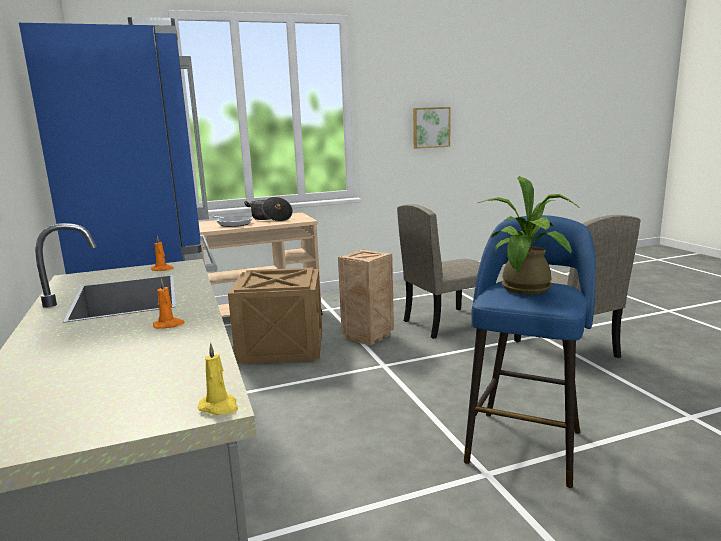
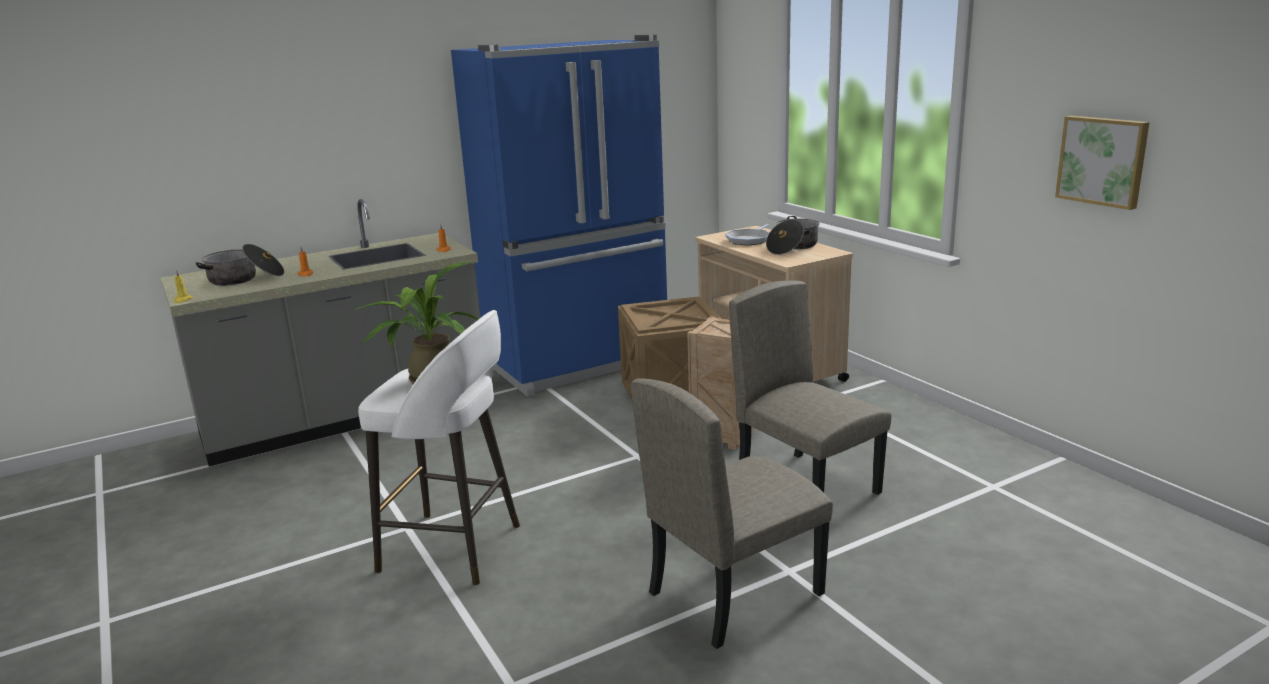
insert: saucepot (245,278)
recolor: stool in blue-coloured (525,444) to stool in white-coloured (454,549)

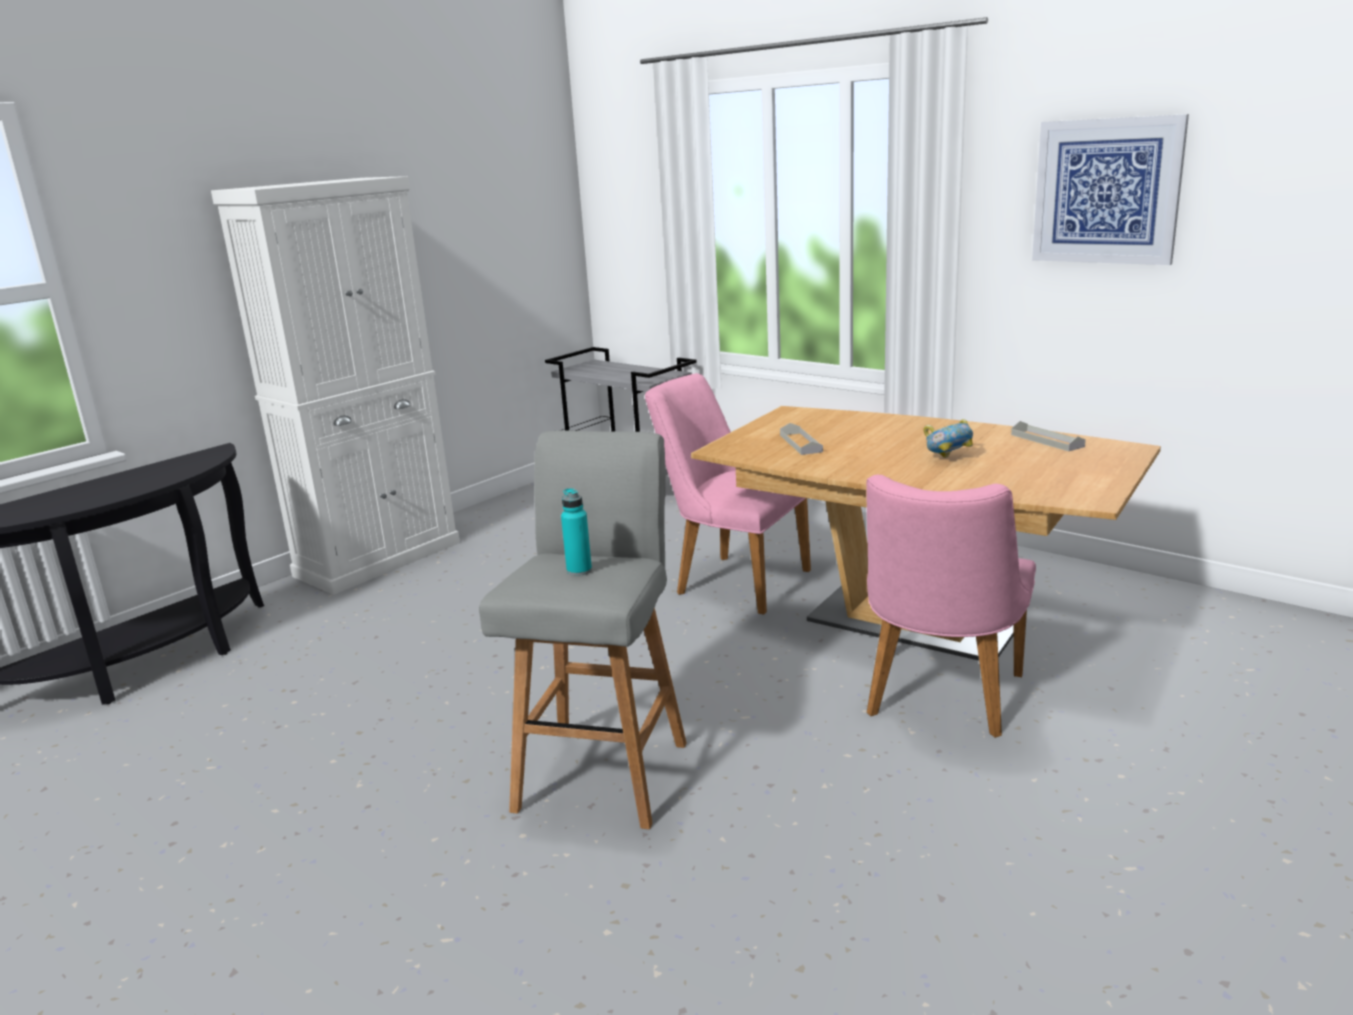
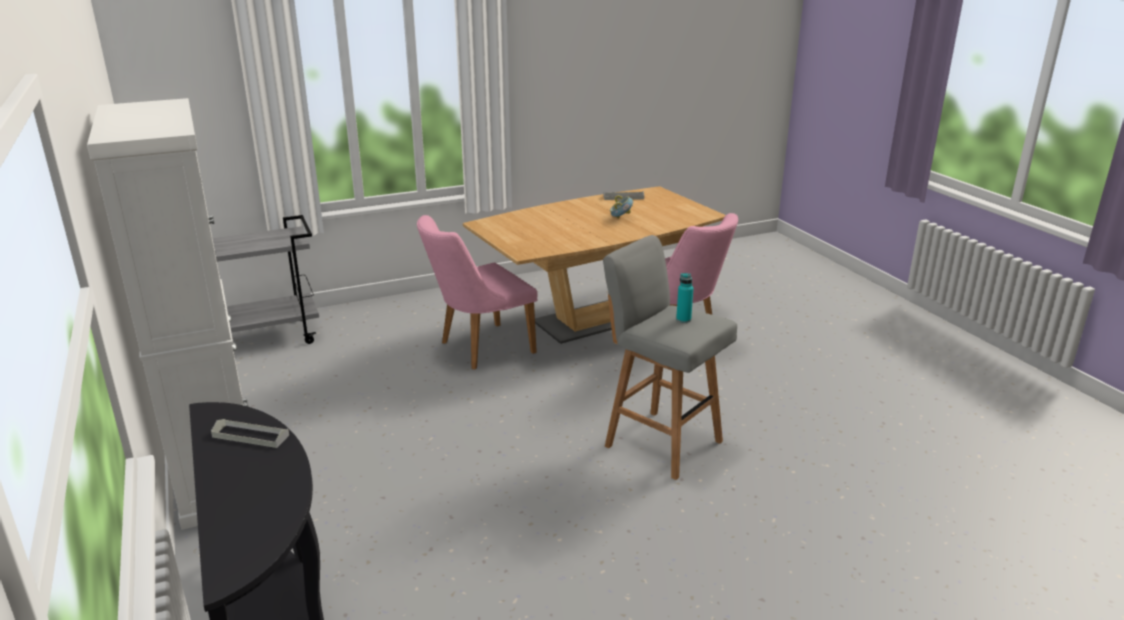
delete: picture (1106,191)
move: serving tray in gray (800,443) to (250,436)

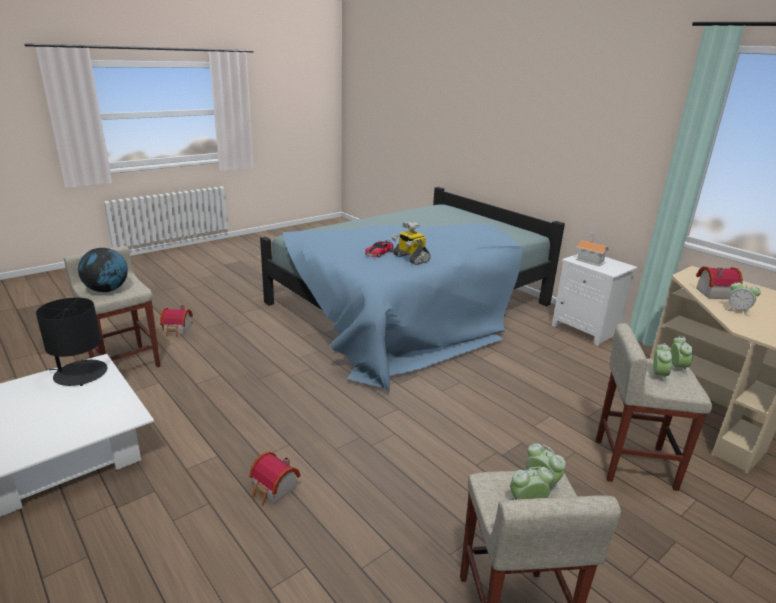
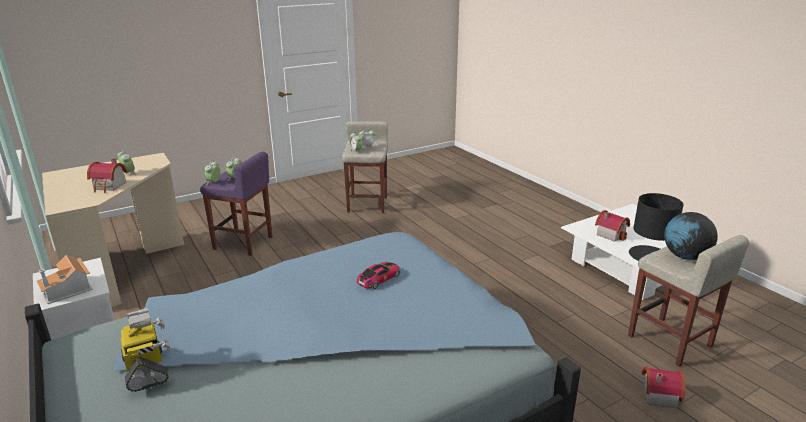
move: model house (274,490) to (611,234); toy robot (410,258) to (147,370)
recolor: stool in sand-coloured (633,463) to stool in purple (244,243)

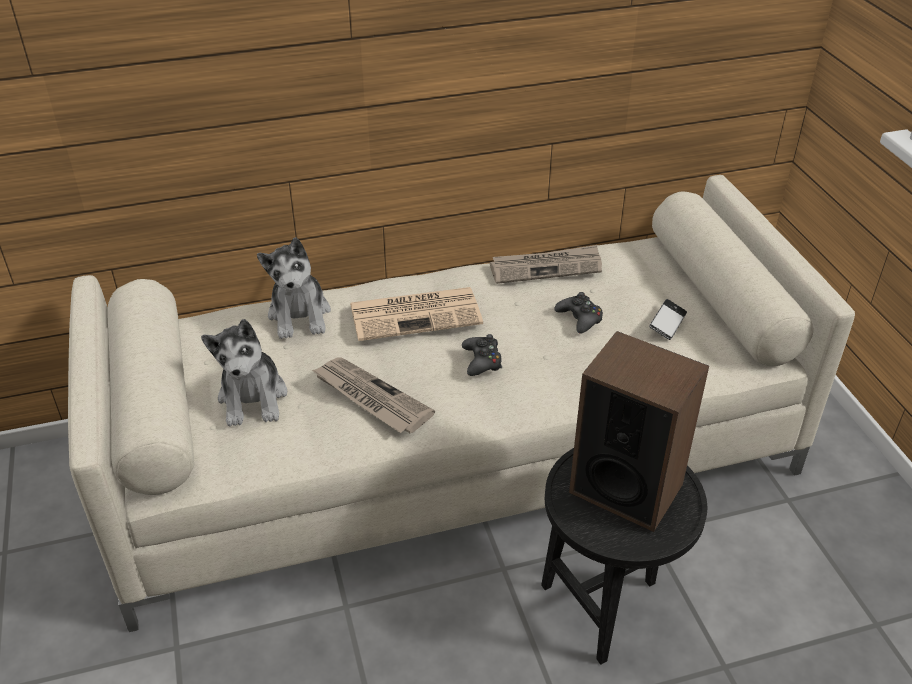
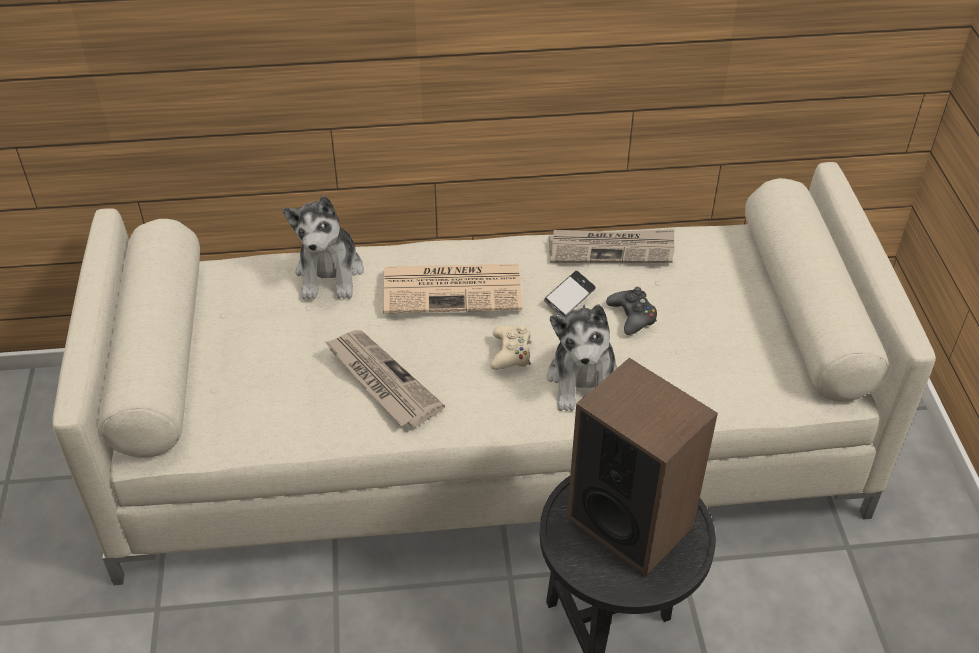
move: plush toy (253,397) to (584,380); phone (667,323) to (569,298)
recolor: joypad in black-coloured (482,361) to joypad in sand-coloured (511,353)

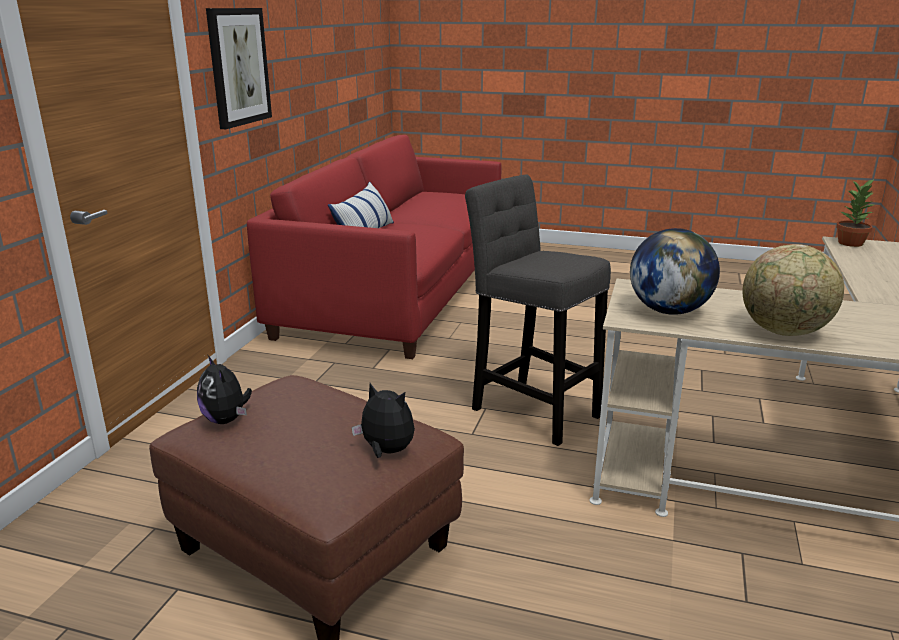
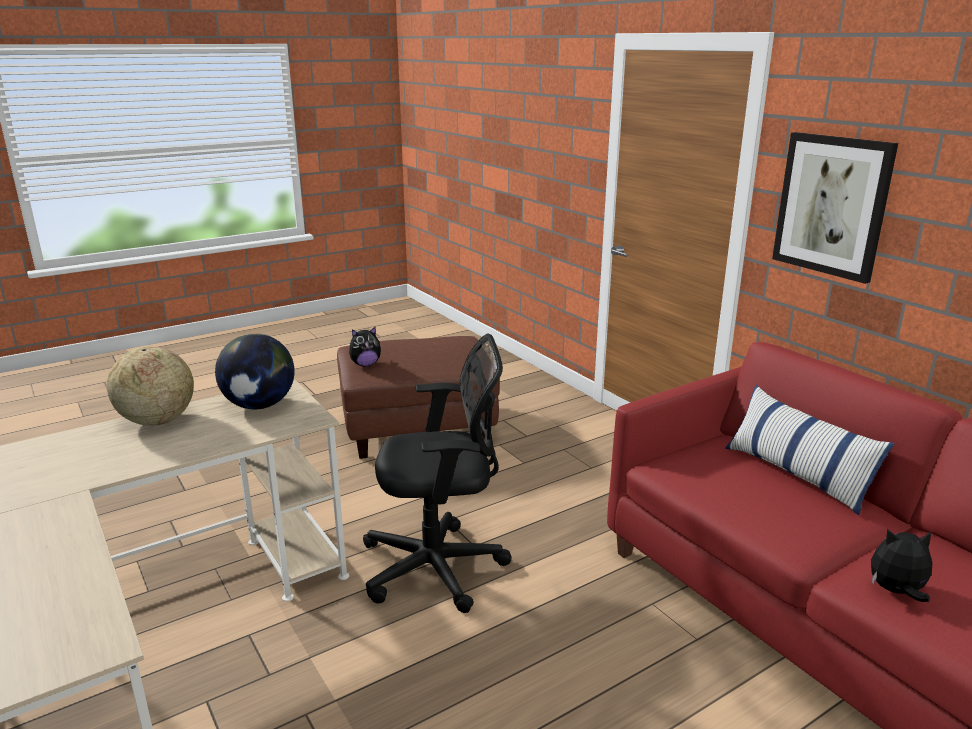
delete: houseplant (851,243)
move: plush toy (227,420) to (896,592)
replace: stool in gray (531,409) to desk chair in black-coloured (439,568)

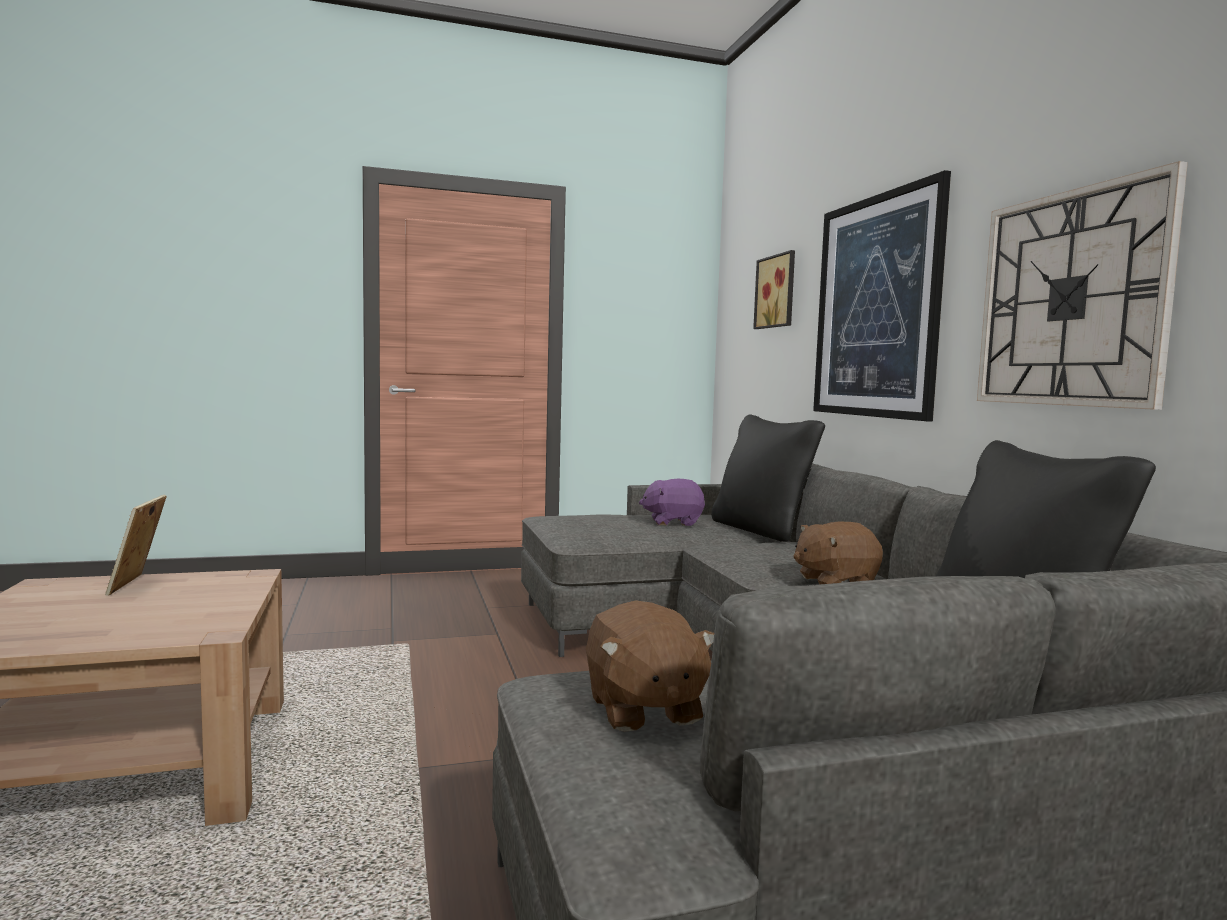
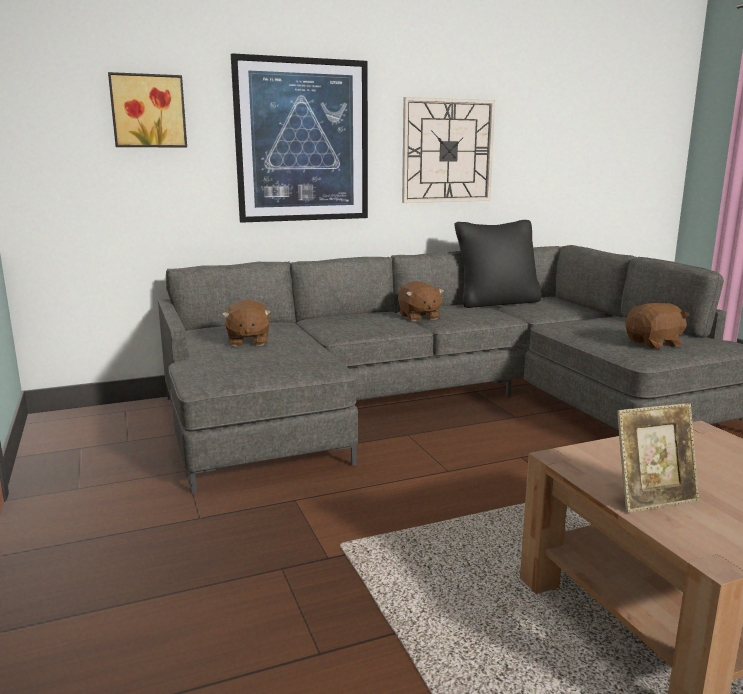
delete: throw pillow in black-coloured (761,530)
recolor: plush toy in purple (673,522) to plush toy in brownish (248,341)

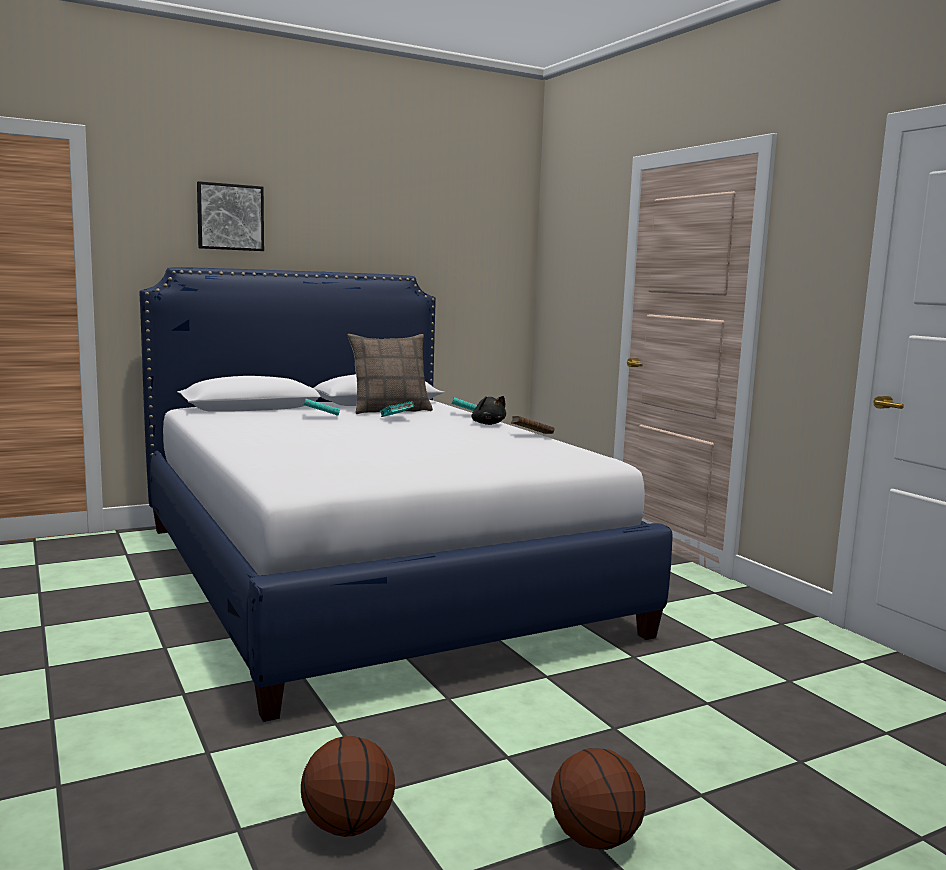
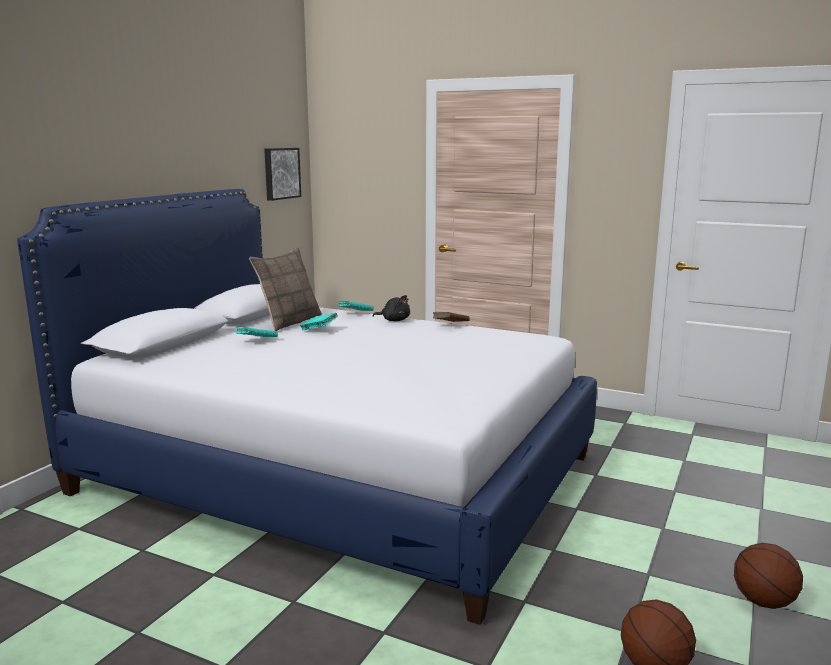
move: picture (230,217) to (281,173)

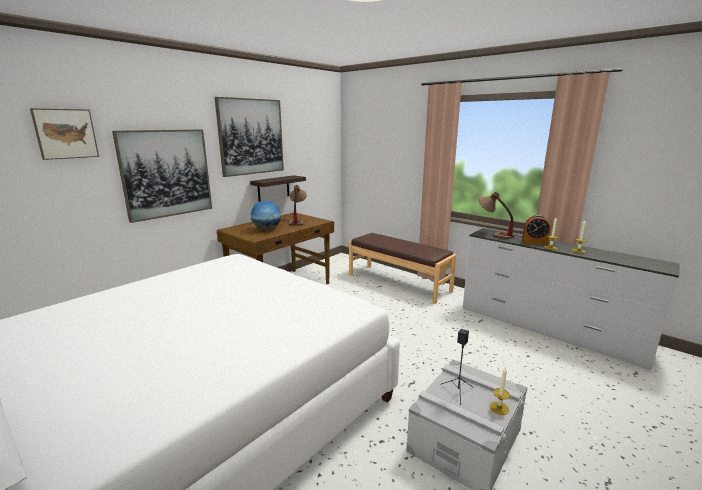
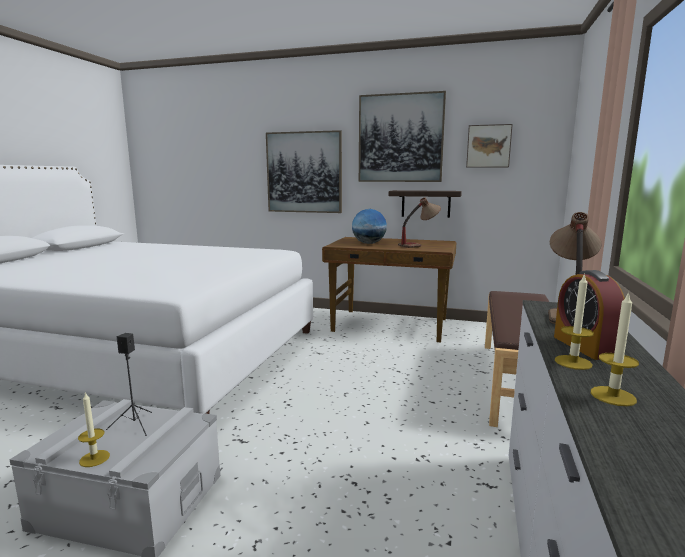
move: picture (65,133) to (488,146)

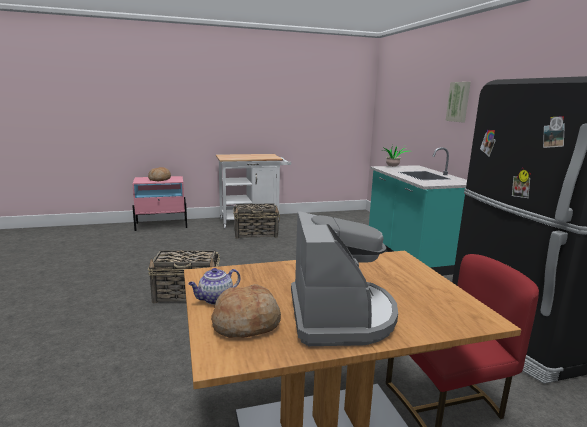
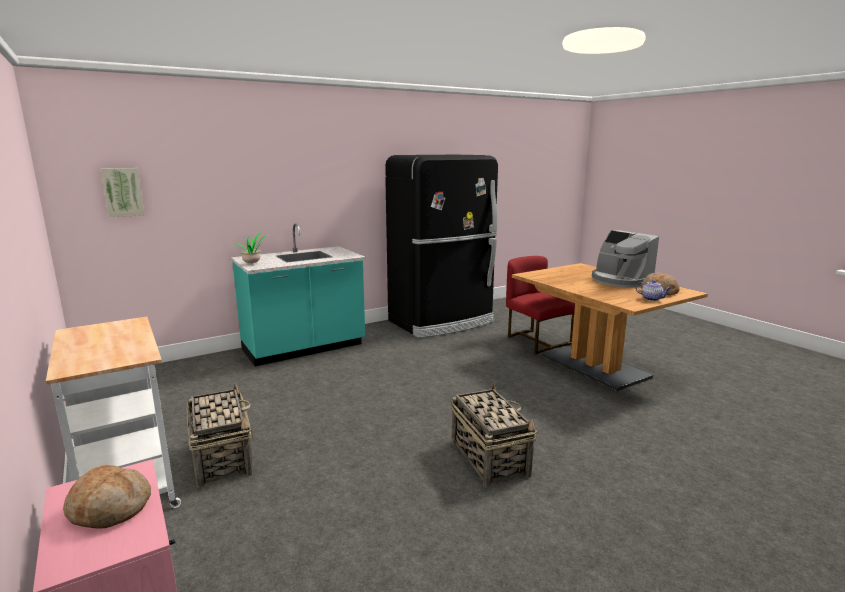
move: picture (459,102) to (123,192)
rotate: coffee brewer (340,315) = (620,280) 105 degrees counterclockwise

